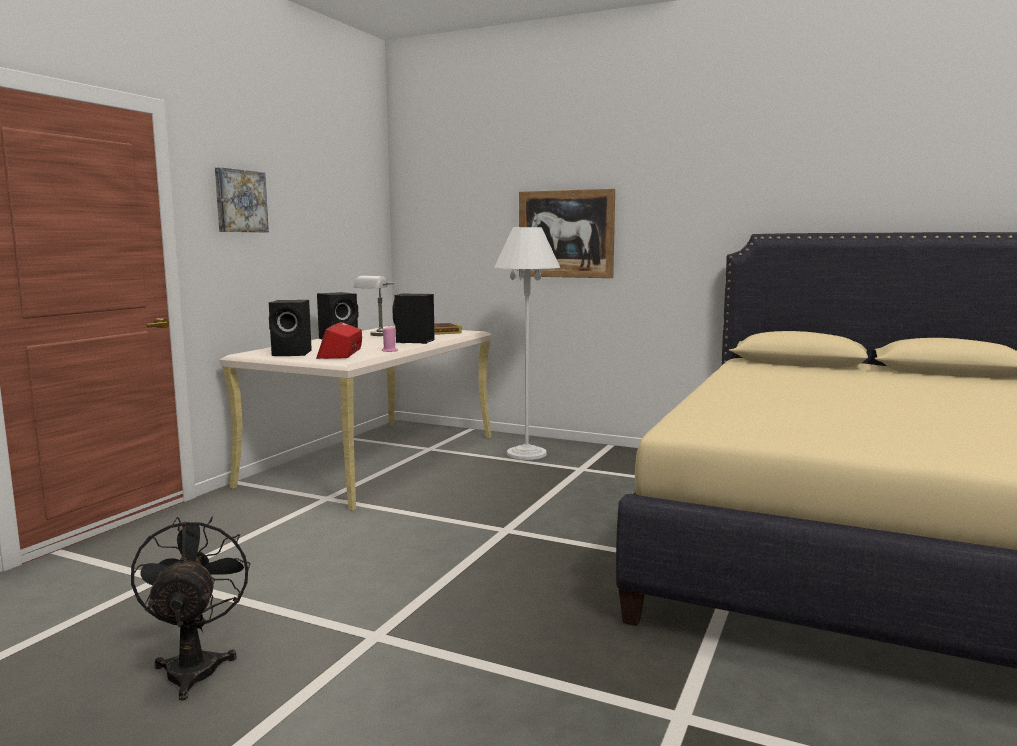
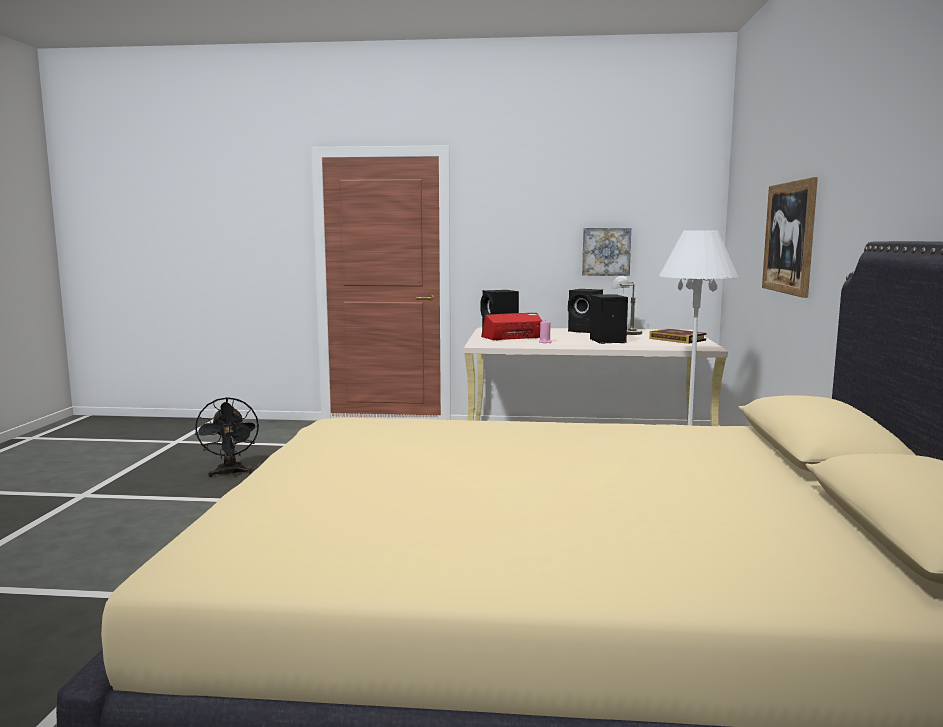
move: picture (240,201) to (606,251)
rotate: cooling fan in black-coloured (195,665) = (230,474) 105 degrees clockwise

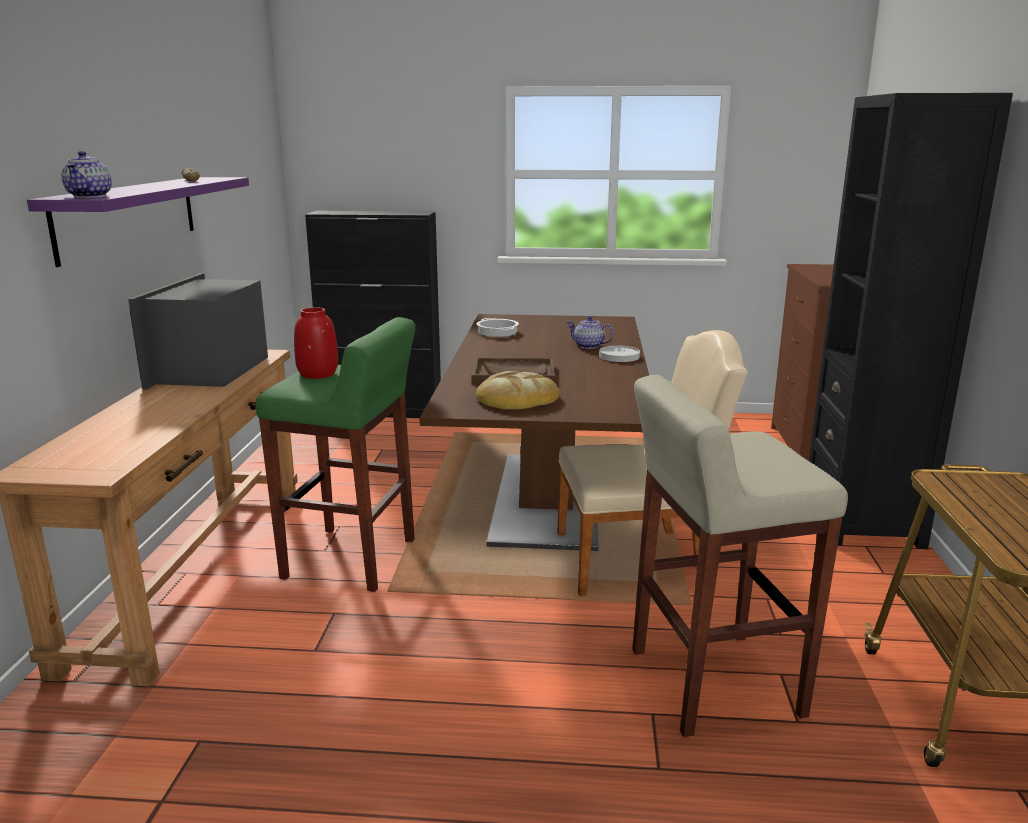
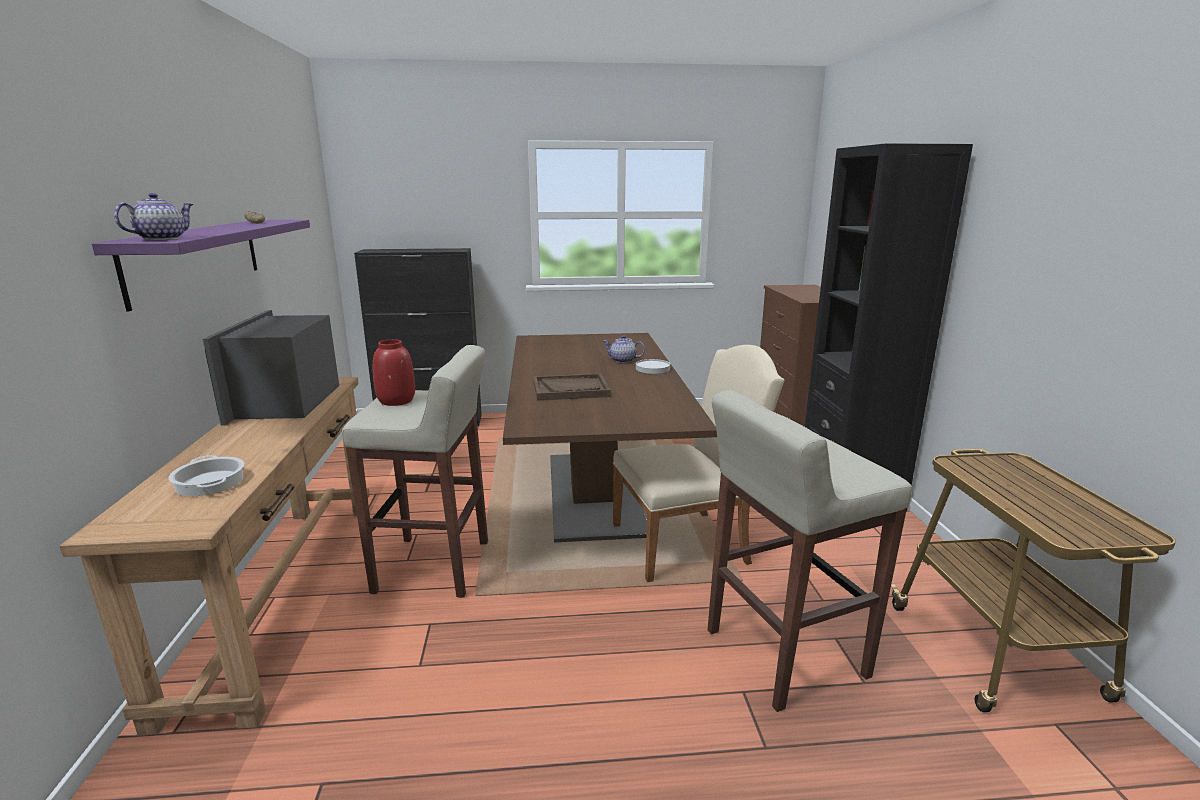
delete: bakery bread (516,398)
move: saucepot (498,332) to (211,482)
recolor: stool in green-coloured (352,559) to stool in sand-coloured (435,567)
rotate: teapot (90,196) = (162,239) 135 degrees counterclockwise

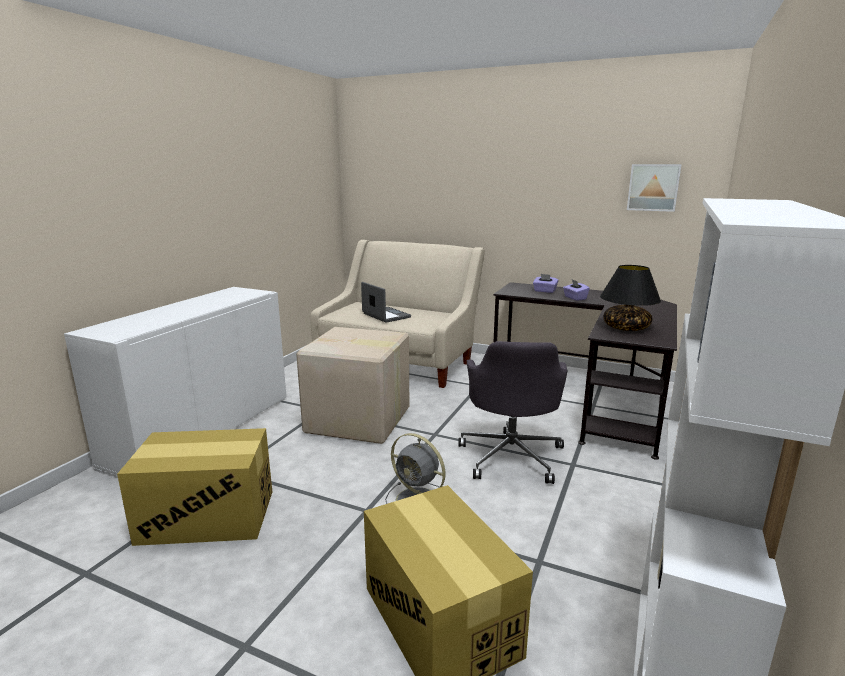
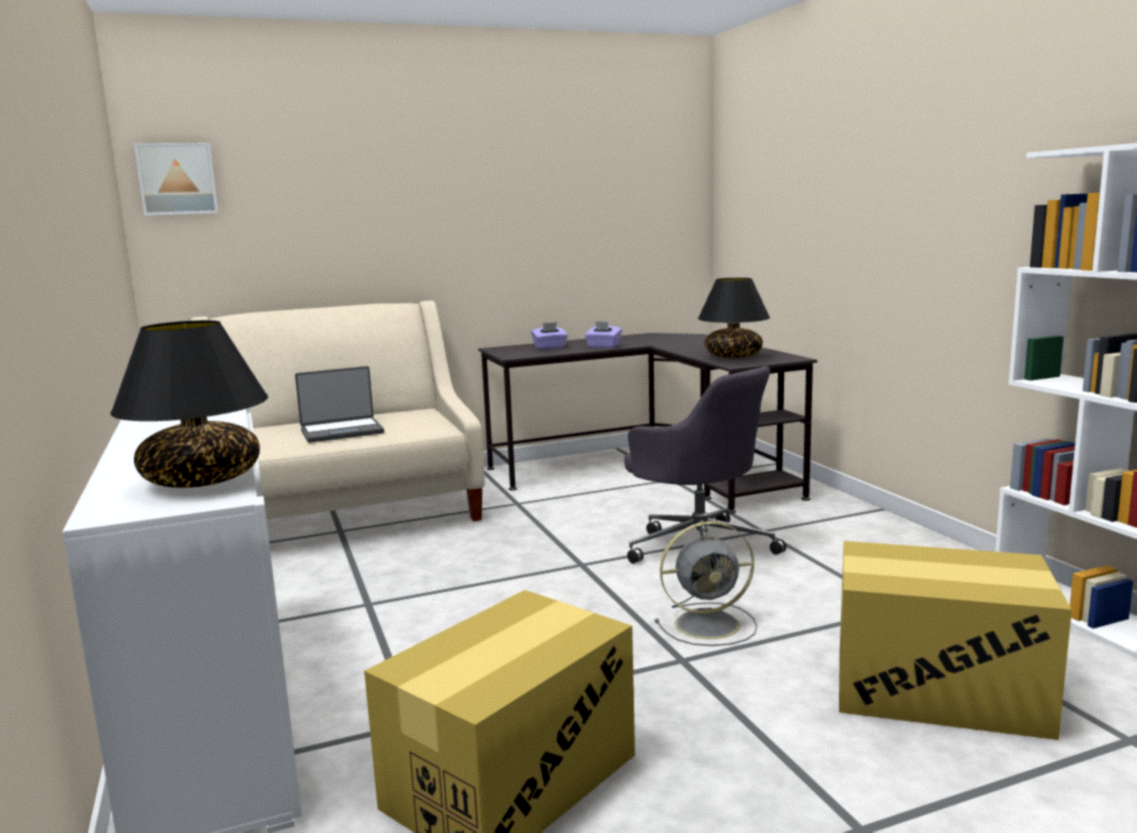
delete: carton (359,420)
insert: lamp for a table in black-coloured (201,480)
move: picture (653,187) to (177,179)
rotate: laptop (385,316) = (342,431) 150 degrees clockwise

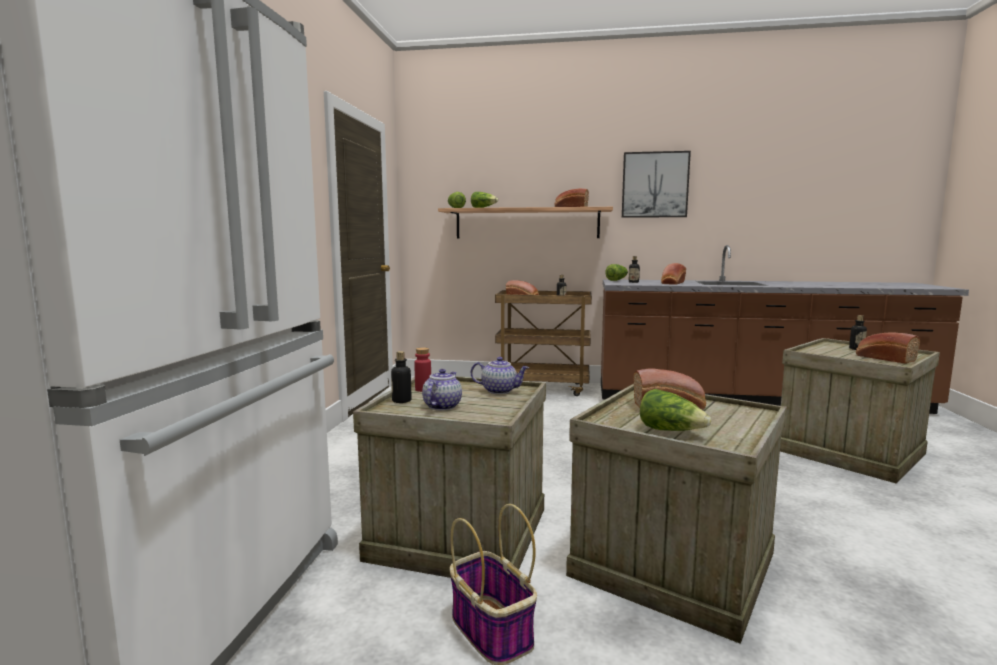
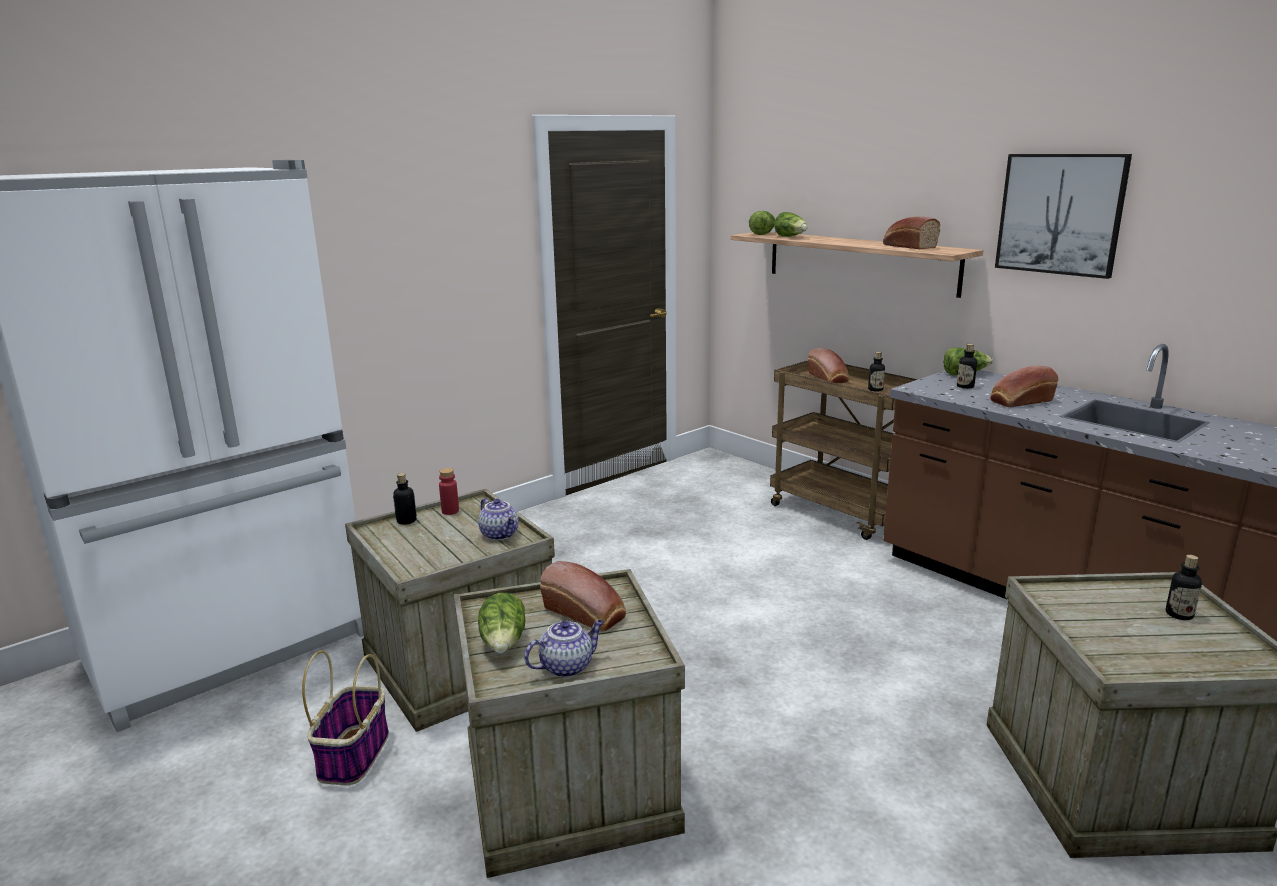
delete: bakery bread (883,358)
move: teapot (442,406) to (567,666)

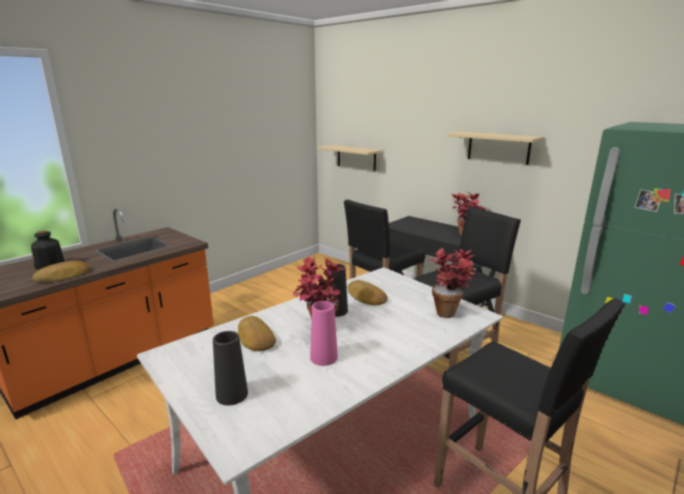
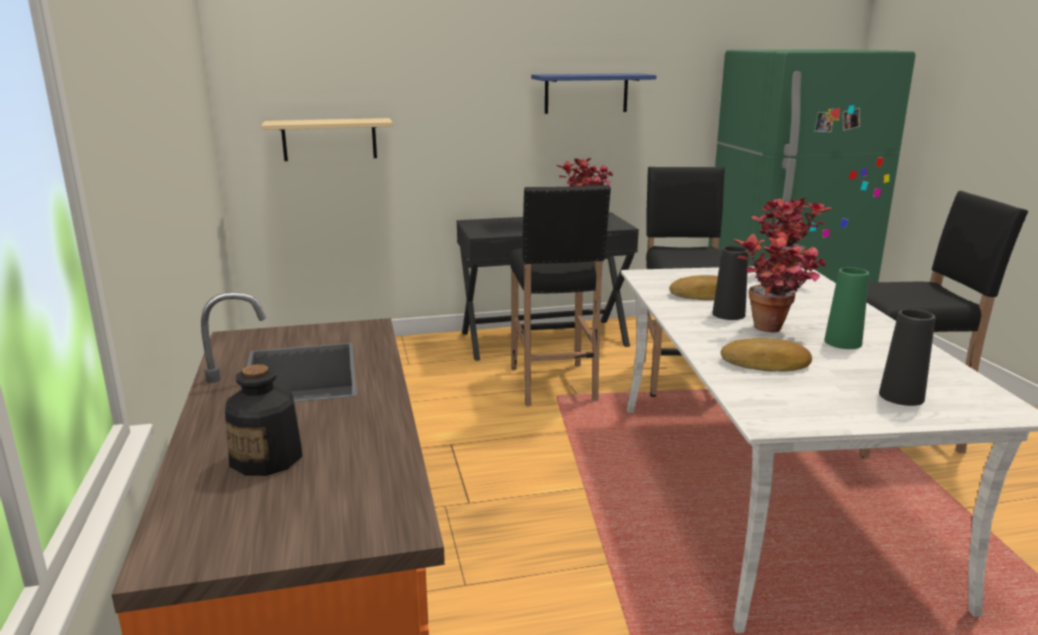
delete: bakery bread (63,276)
recolor: decorative vase in pinkish (323,357) to decorative vase in green-coloured (843,342); shelf in sand-coloured (498,147) to shelf in blue-coloured (586,93)

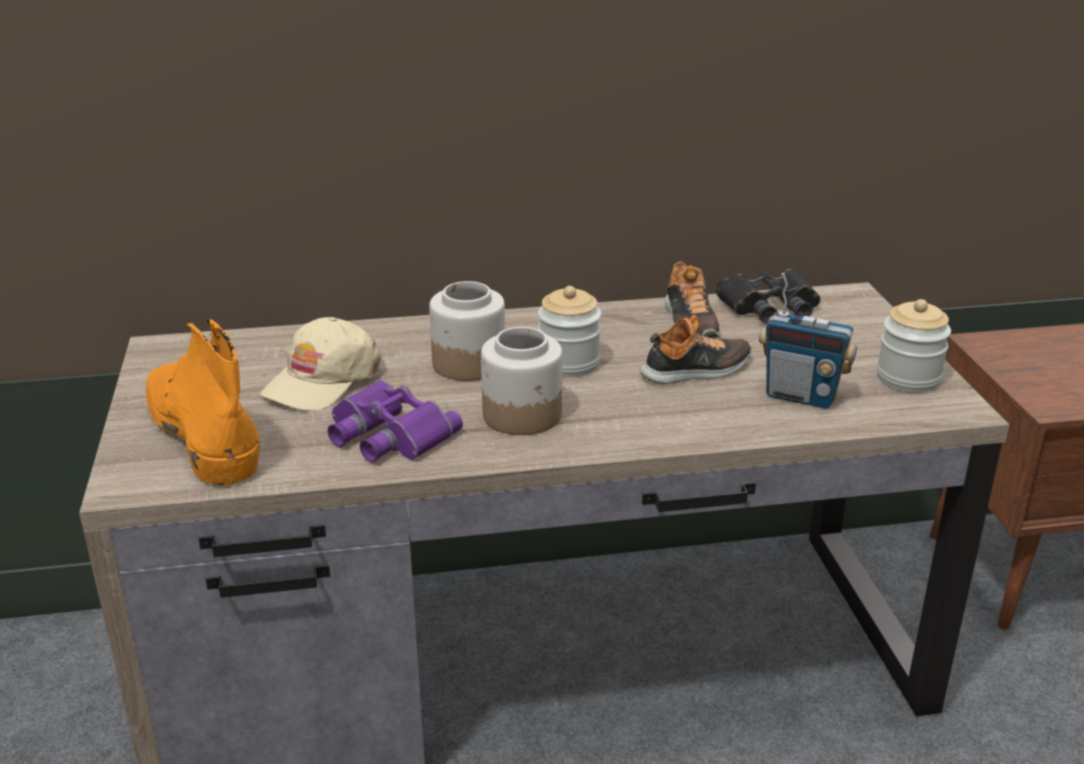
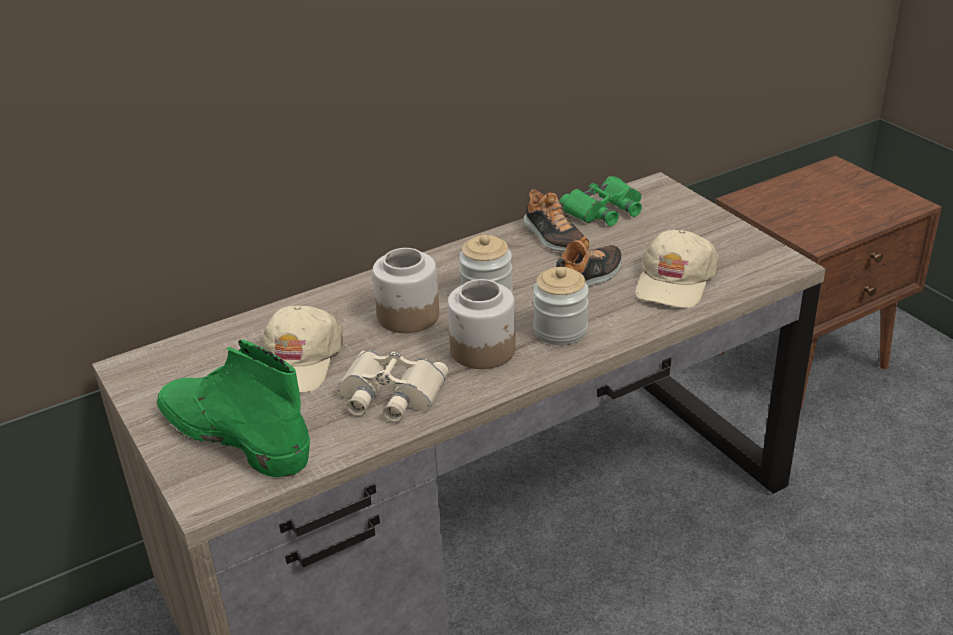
move: storage jar (908,378) to (560,330)
replace: radio receiver (801,396) to baseball cap in sand-coloured (674,281)
recolor: boot in orangey (201,432) to boot in green-coloured (232,435); field glasses in purple (387,434) to field glasses in sand-coloured (389,395); field glasses in black-coloured (770,307) to field glasses in green-coloured (603,210)

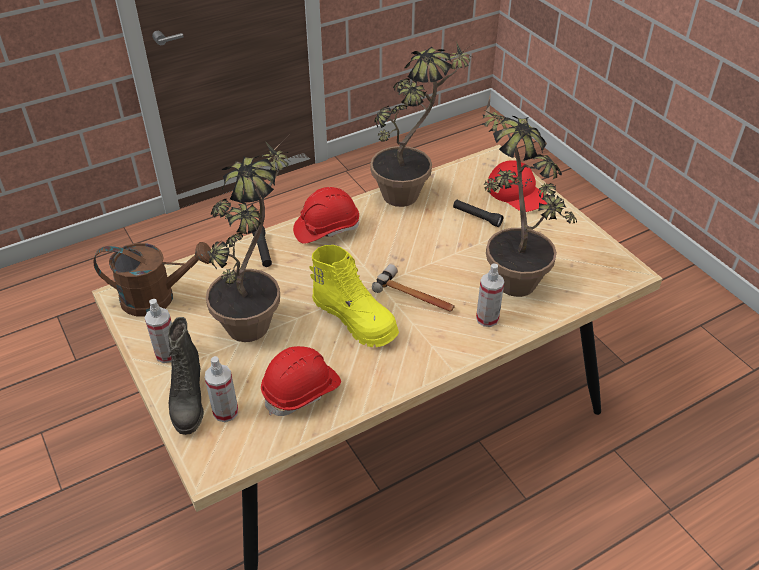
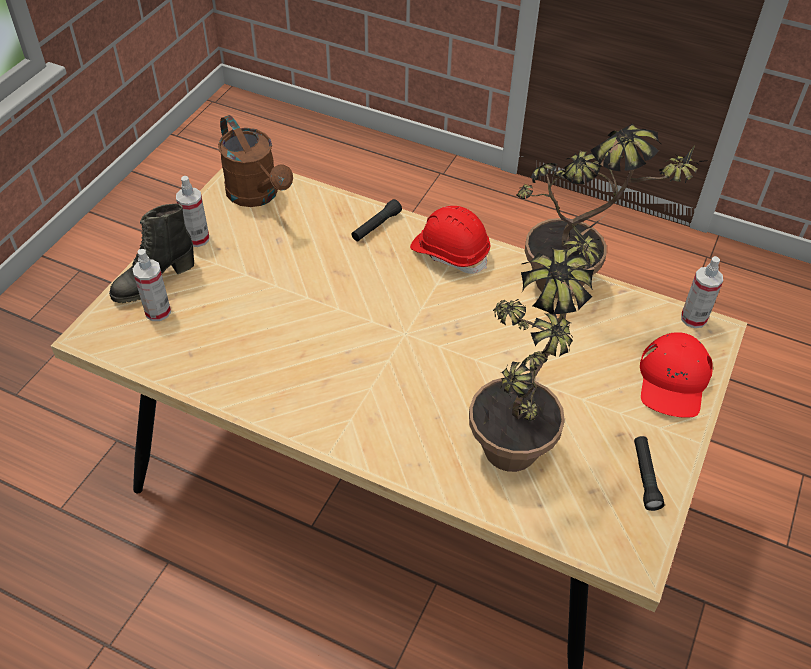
delete: houseplant (257,316); work helmet in reddish (302,391); boot in yellowish (355,319); hand hammer (415,296)
move: hand torch in black-coloured (477,217) to (645,477); spray bottle (487,318) to (693,318)

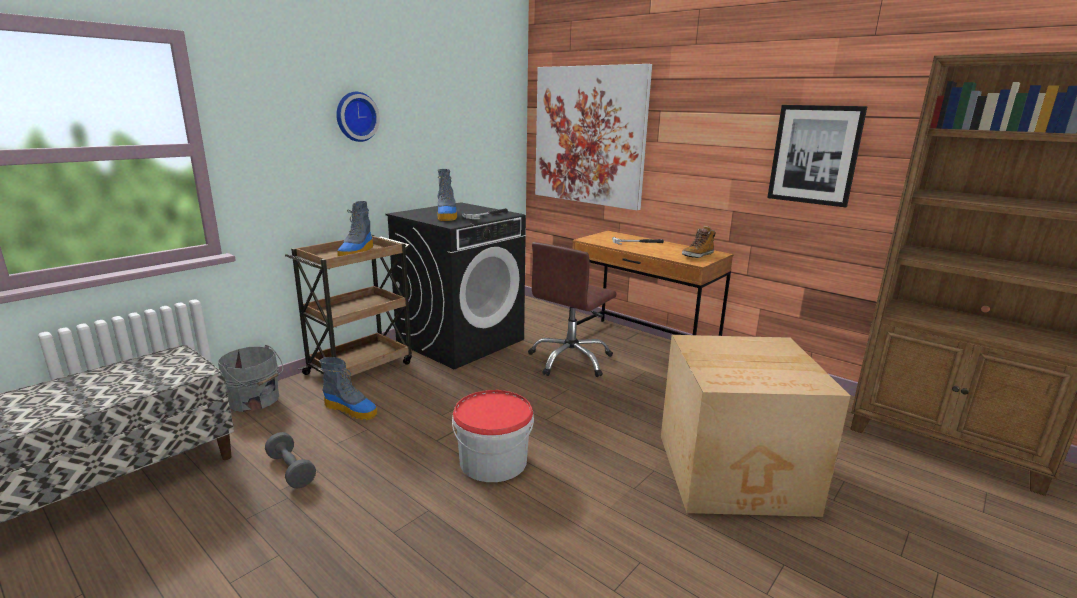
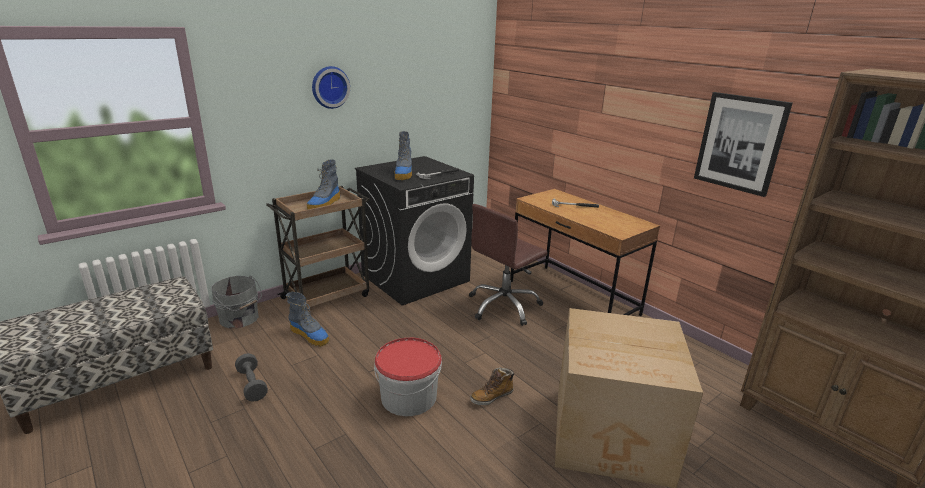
delete: picture (589,136)
move: boot (697,255) to (492,396)

